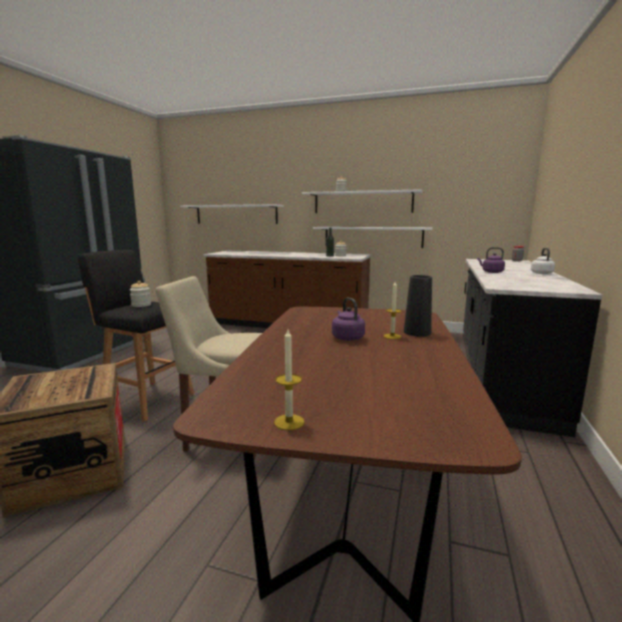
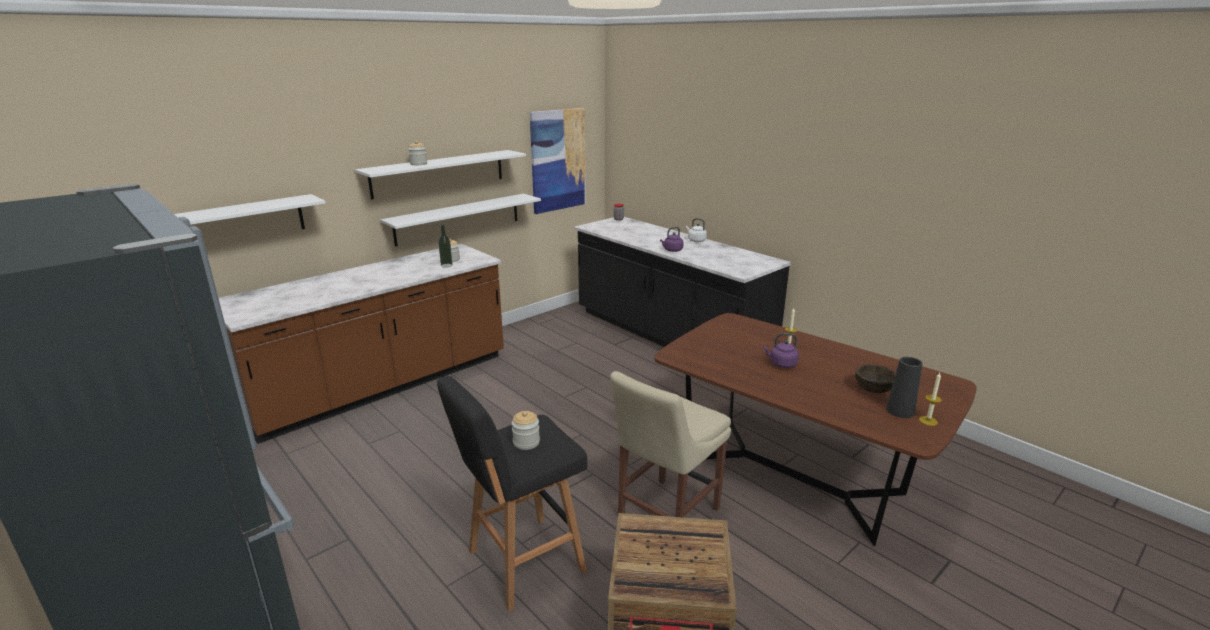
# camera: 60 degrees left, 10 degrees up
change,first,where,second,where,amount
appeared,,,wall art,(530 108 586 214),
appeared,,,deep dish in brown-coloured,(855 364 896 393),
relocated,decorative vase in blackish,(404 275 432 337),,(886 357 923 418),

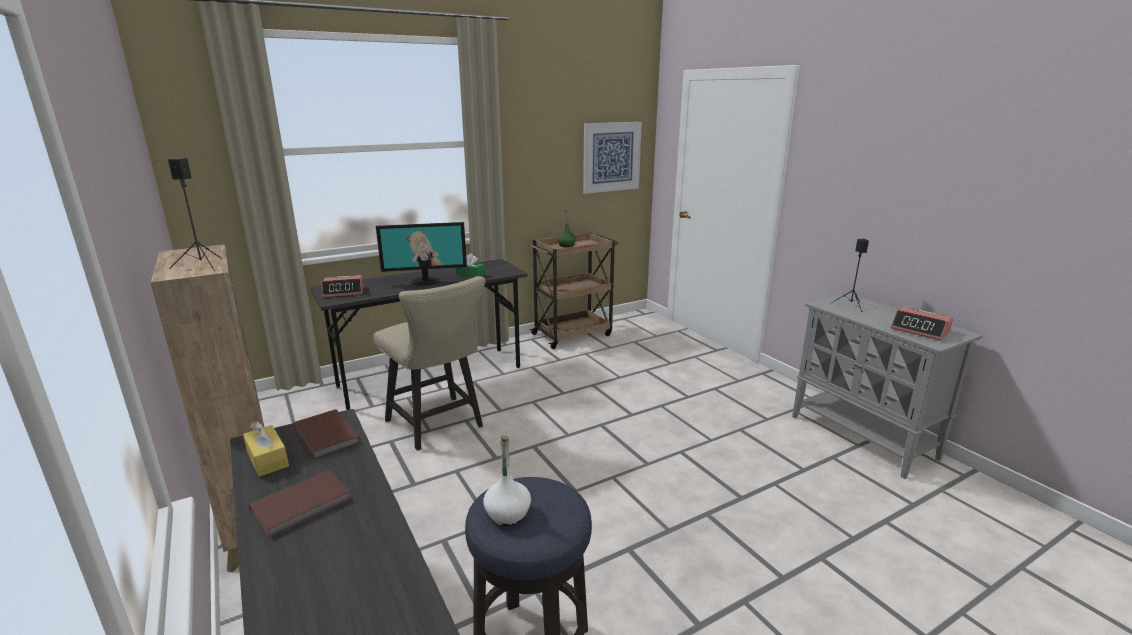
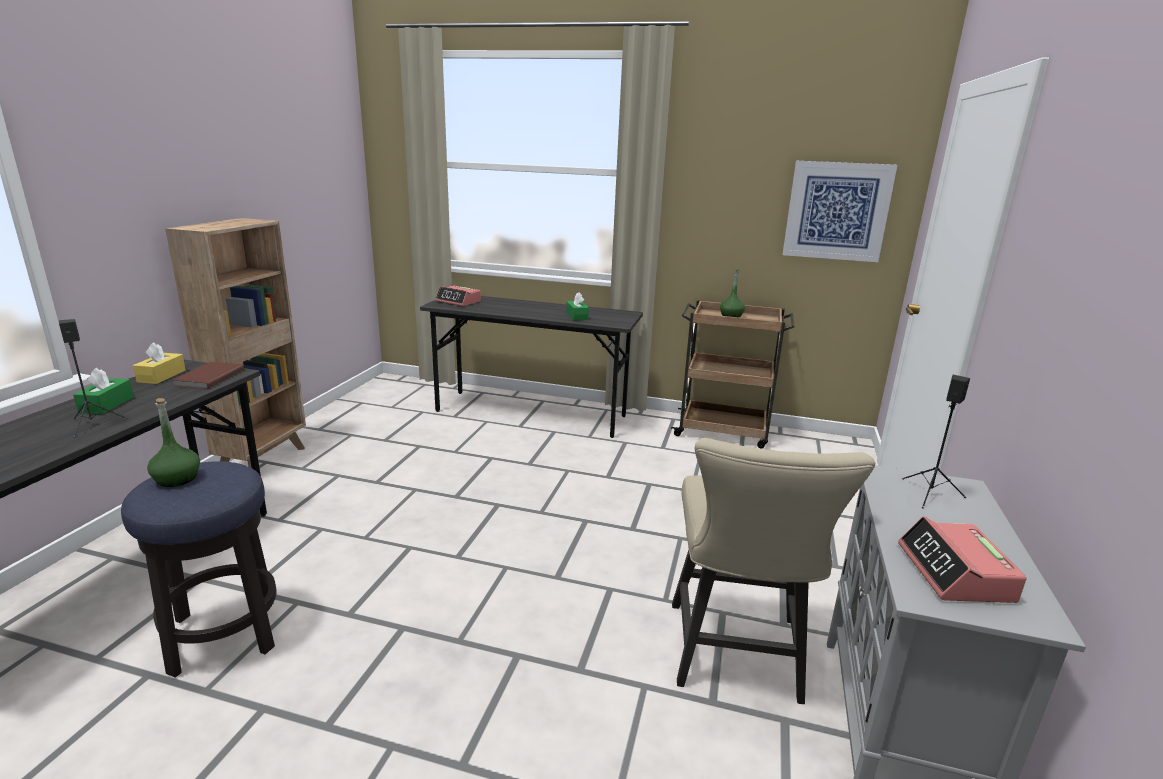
# camera: 45 degrees right, 0 degrees up
change,first,where,second,where,amount
missing,computer display,(376 222 467 286),,,
relocated,loudspeaker in blackish,(168 158 222 271),,(59 319 128 438),
relocated,chair in beige-coloured,(373 276 485 451),,(672 438 875 704),
exchanged,book in brown-coloured,(249 470 351 538),box of tissues in green-coloured,(73 368 134 415),
colour,drink bottle in white,(483 435 531 526),drink bottle in green-coloured,(147 398 200 487),

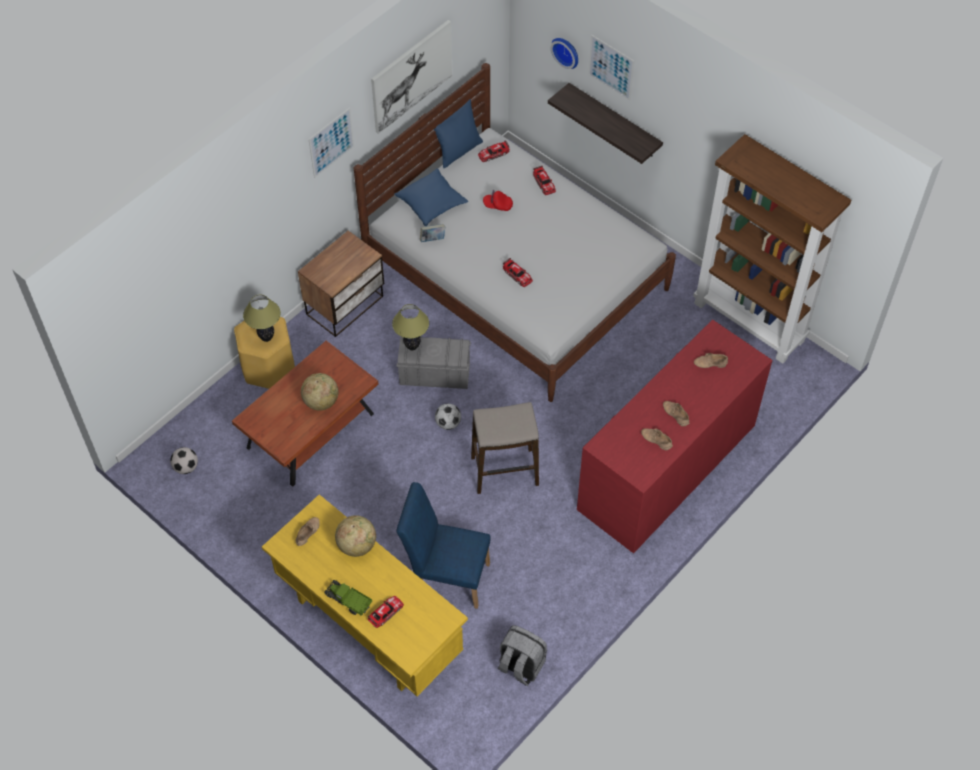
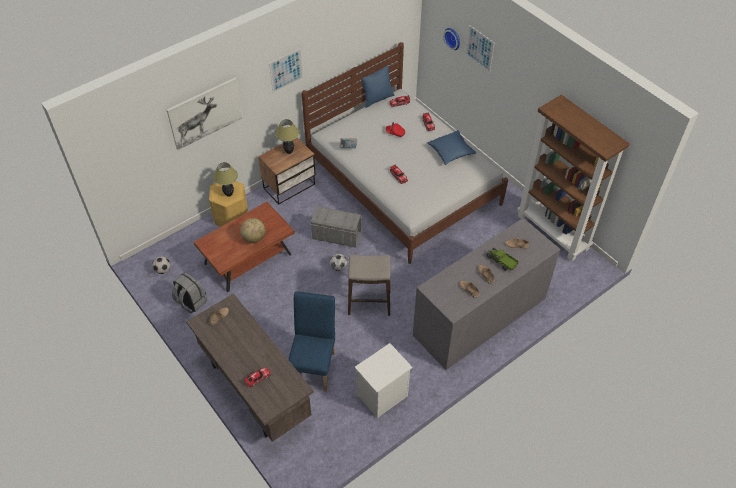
# camera: 10 degrees right, 5 degrees down
change,first,where,second,where,amount
missing,globe,(335 515 376 557),,,
missing,bracket shelf,(548 83 663 164),,,
appeared,,,nightstand in white,(355 343 413 418),
relocated,toy lorry,(324 580 372 616),,(486 248 519 271),
relocated,wall art,(371 20 453 134),,(167 78 243 150),
relocated,lamp for a table,(392 304 429 350),,(275 119 299 154),
relocated,cushion in blue-coloured,(394 168 468 226),,(427 130 476 165),
relocated,rucksack in grey,(498 625 547 686),,(172 272 207 313),
colour,desk in yellow-coloured,(262 494 468 696),desk in brown-coloured,(186 293 314 442),
colour,dresser in reddish,(577 320 772 553),dresser in grey,(413 218 560 370),
spun,chair in blue-coloured,(397 482 491 609),,(288 291 335 392),75 degrees clockwise

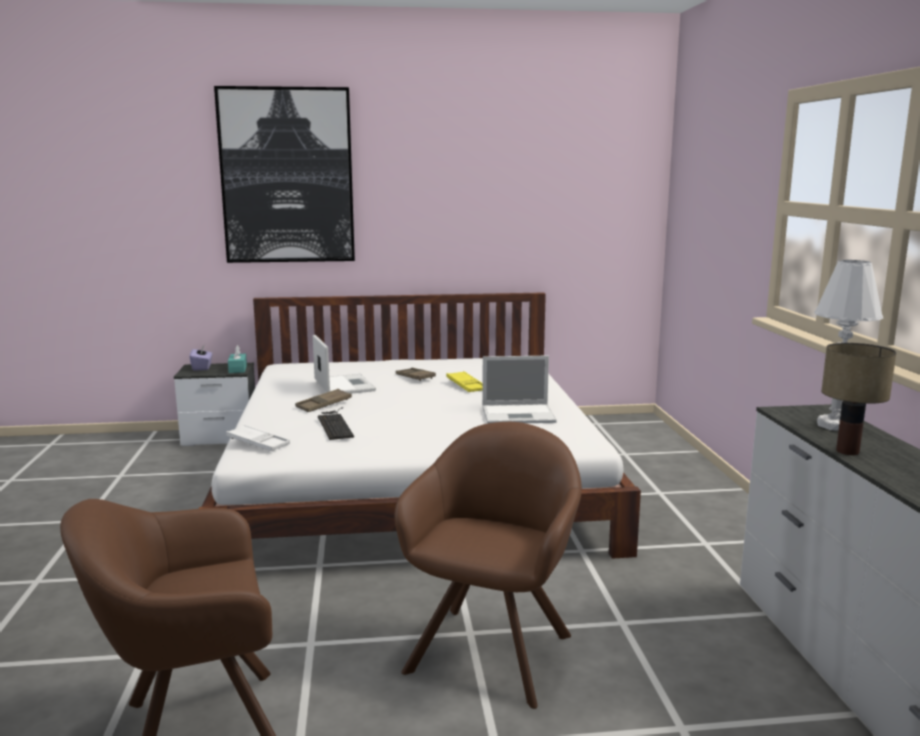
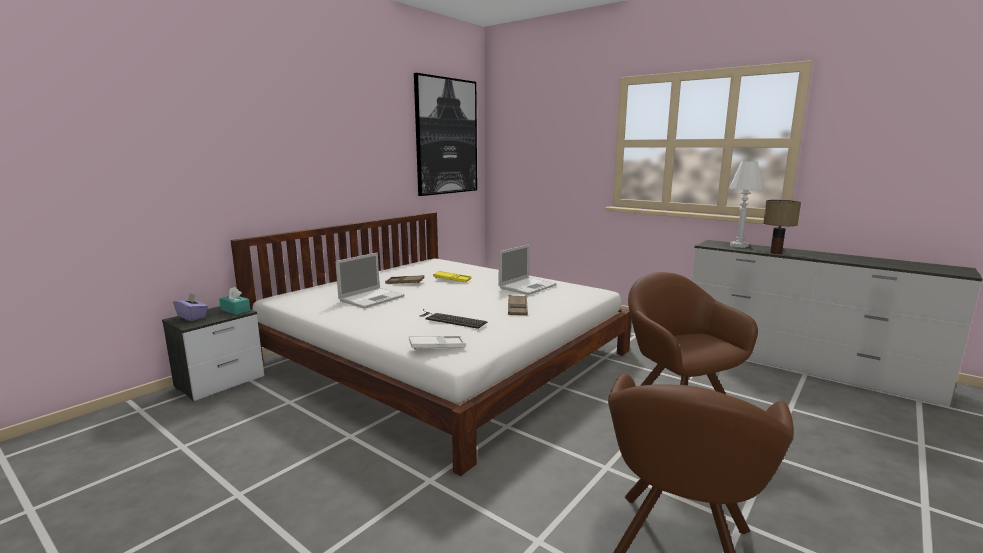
# camera: 45 degrees left, 0 degrees up
change,first,where,second,where,amount
relocated,wall art,(214 86 355 263),,(414 73 477 196),
relocated,serving tray in brown-coloured,(295 389 352 412),,(508 295 528 315),
spun,portable computer,(313 335 376 394),,(335 253 404 308),105 degrees clockwise

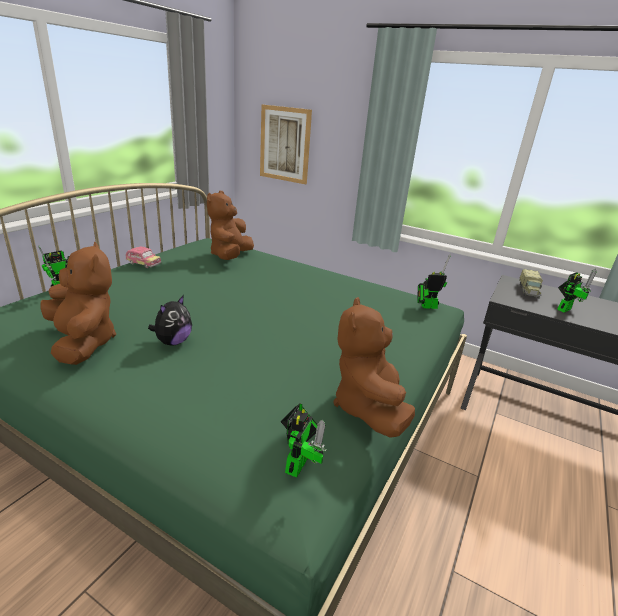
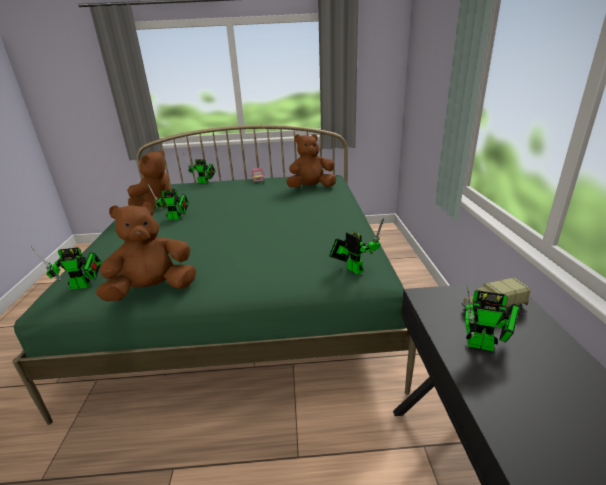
# camera: 60 degrees right, 0 degrees up
change,first,where,second,where,amount
missing,wall art,(260 105 312 184),,,
exchanged,plush toy,(148 295 192 345),toy robot,(147 183 189 220),

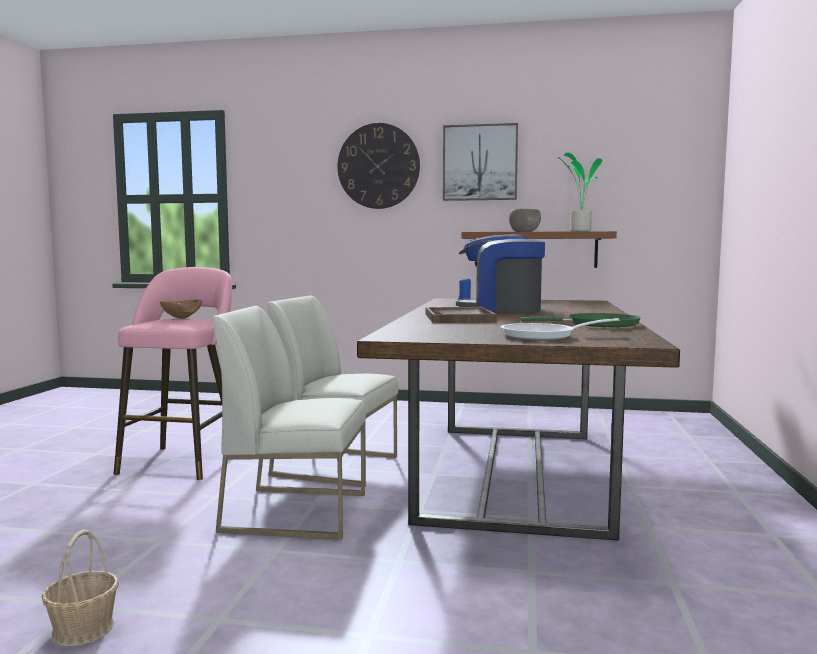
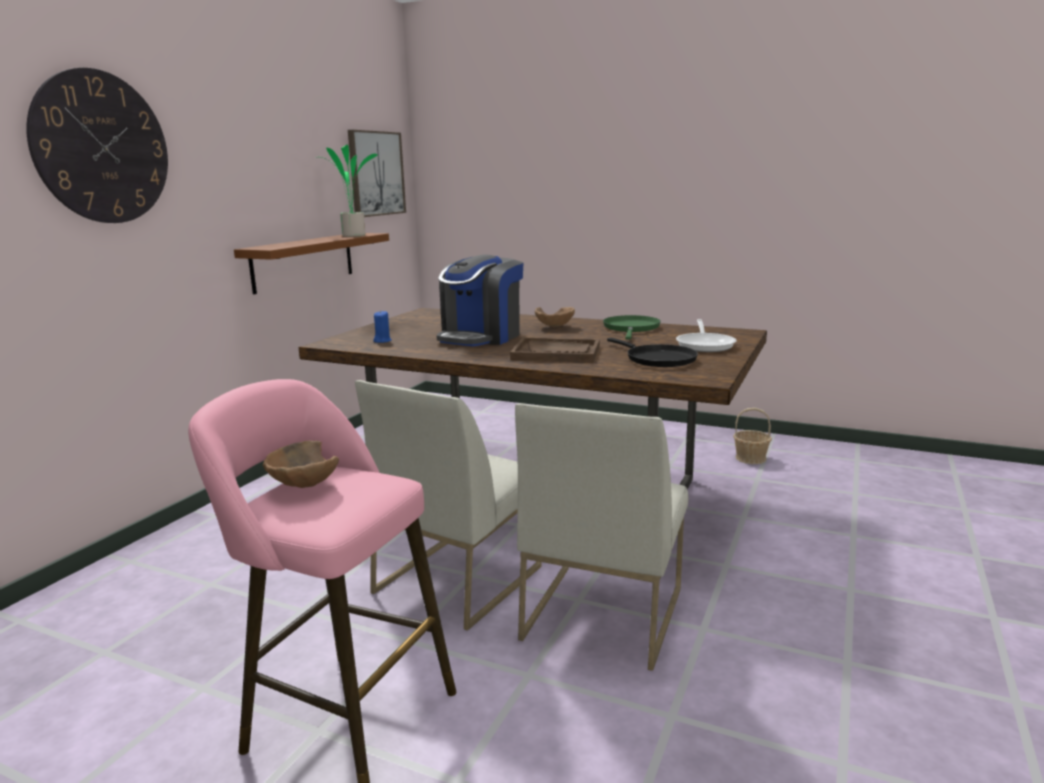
# camera: 75 degrees left, 10 degrees up
change,first,where,second,where,amount
missing,deep dish in grey,(509 209 541 232),,,
appeared,,,deep dish in brown-coloured,(535 307 575 327),
appeared,,,skillet in blackish,(607 338 698 367),
relocated,household basket,(42 529 119 646),,(733 408 772 464),
relocated,wall art,(443 123 518 201),,(348 130 406 217),

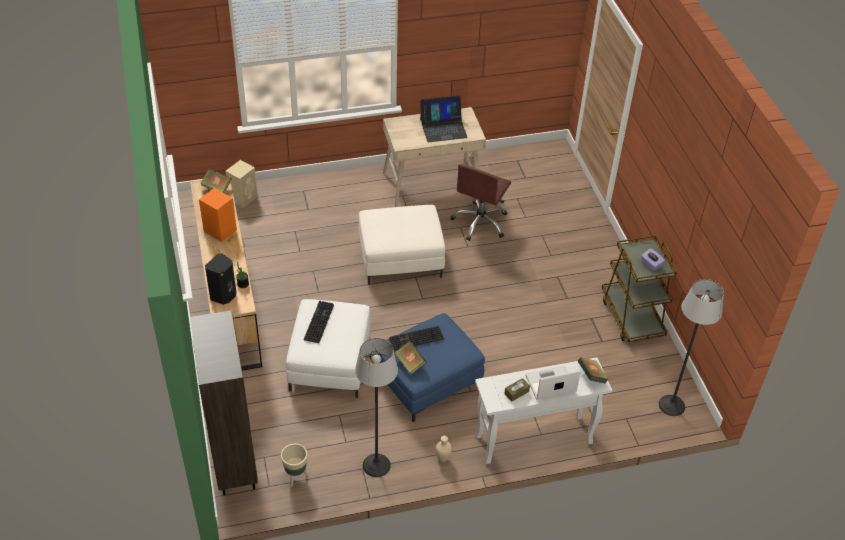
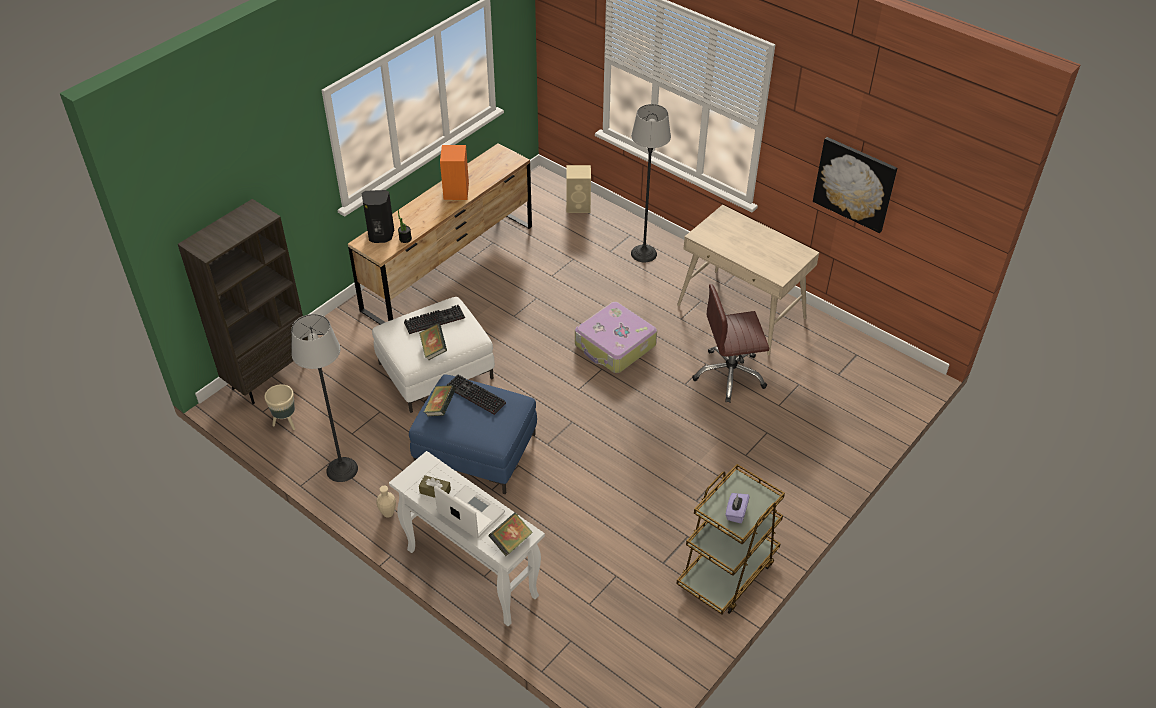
# camera: 55 degrees right, 0 degrees up
change,first,where,second,where,amount
missing,portable computer,(420 95 468 142),,,
appeared,,,wall art,(813 137 897 233),
relocated,book,(200 168 232 193),,(419 324 447 360),
relocated,floor lamp,(659 279 724 416),,(631 104 671 262),
exchanged,footrest in white,(359 205 445 285),piece of luggage,(575 302 657 373),

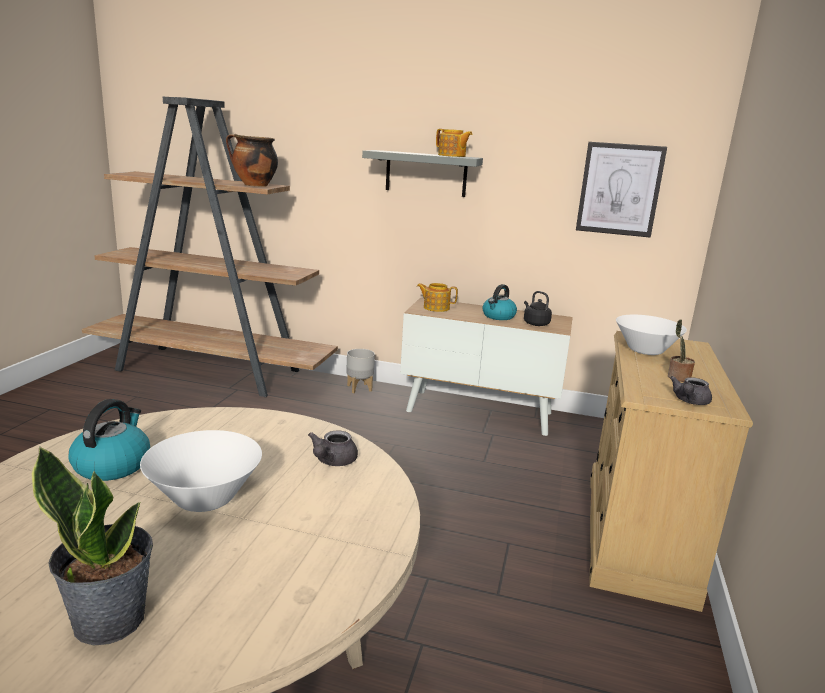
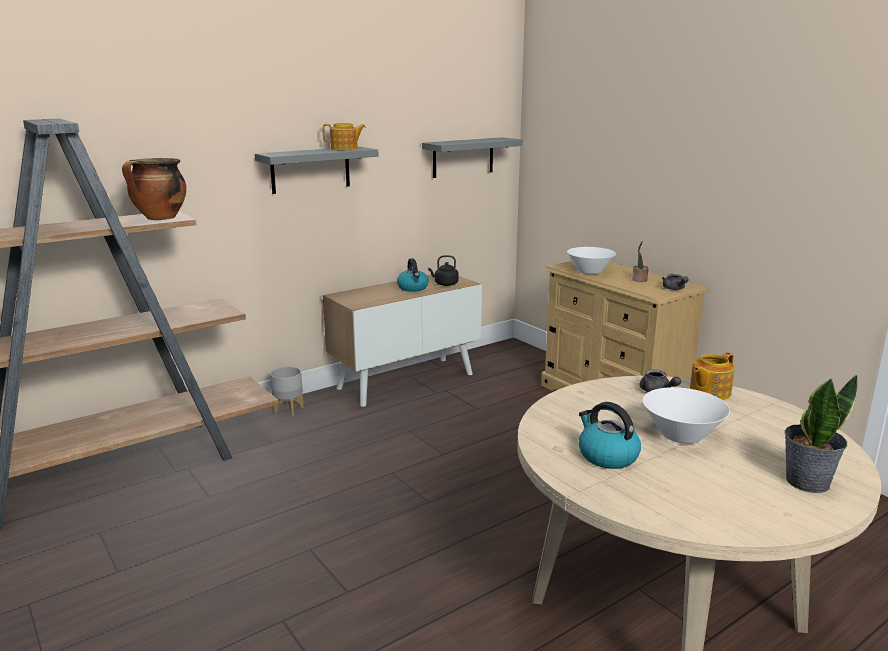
# camera: 50 degrees left, 0 degrees up
change,first,where,second,where,amount
relocated,tea pot,(417 283 458 312),,(690 352 735 400),
exchanged,wall art,(576 142 667 238),bracket shelf in grey,(422 137 523 178),

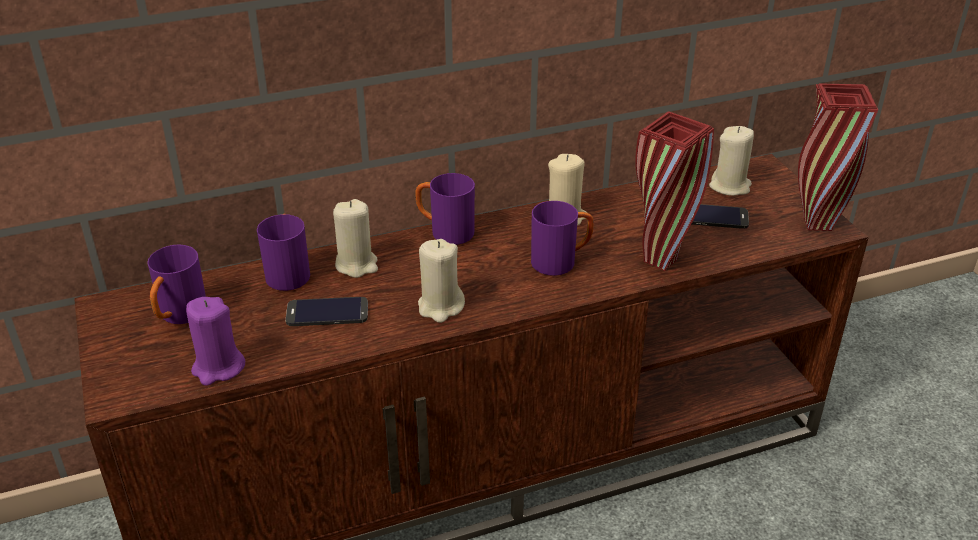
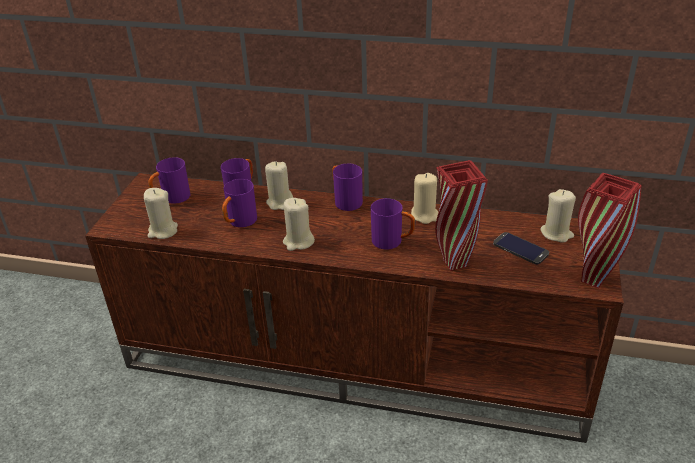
# camera: 35 degrees right, 0 degrees up
change,first,where,second,where,amount
exchanged,telephone,(286 297 368 326),coffee mug in purplish,(222 179 257 227),
colour,wax light in purplish,(186 297 245 386),wax light in beige-coloured,(144 188 178 239),

